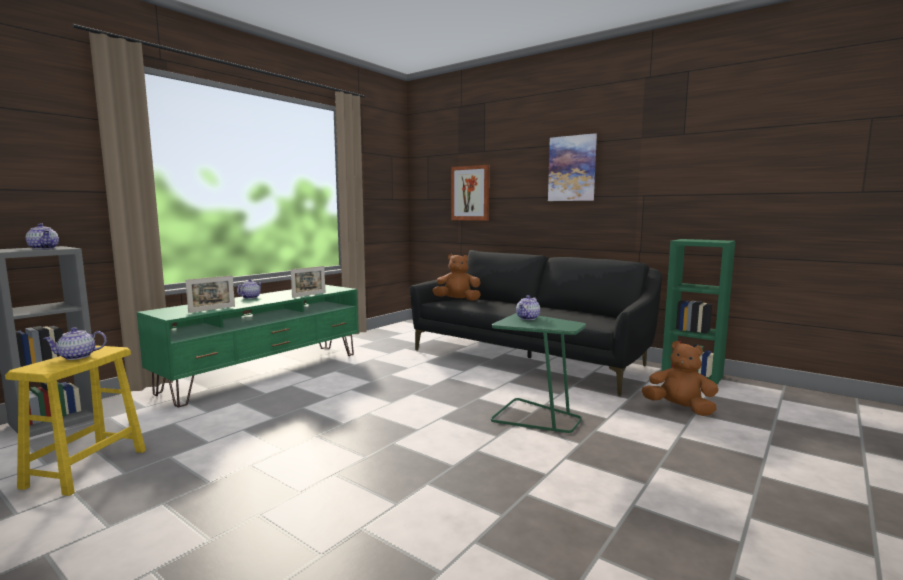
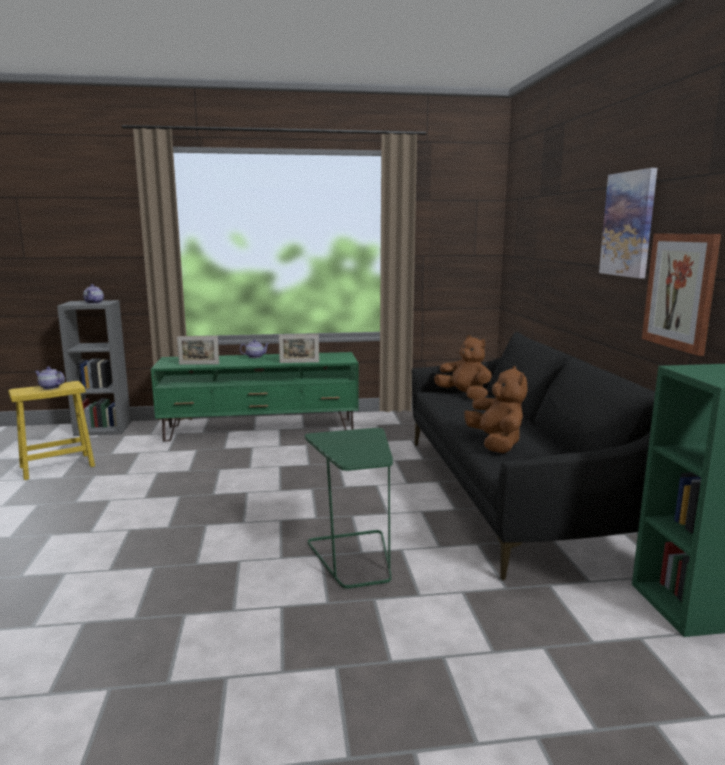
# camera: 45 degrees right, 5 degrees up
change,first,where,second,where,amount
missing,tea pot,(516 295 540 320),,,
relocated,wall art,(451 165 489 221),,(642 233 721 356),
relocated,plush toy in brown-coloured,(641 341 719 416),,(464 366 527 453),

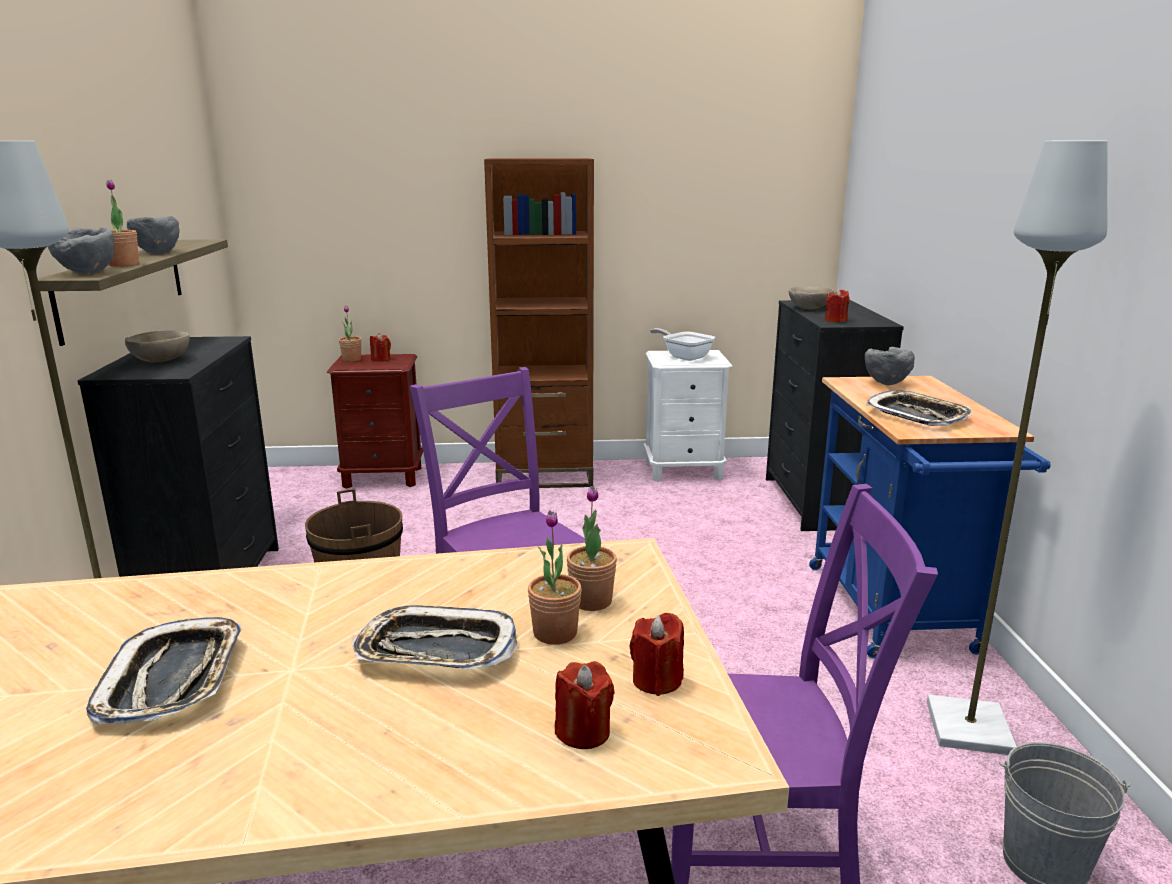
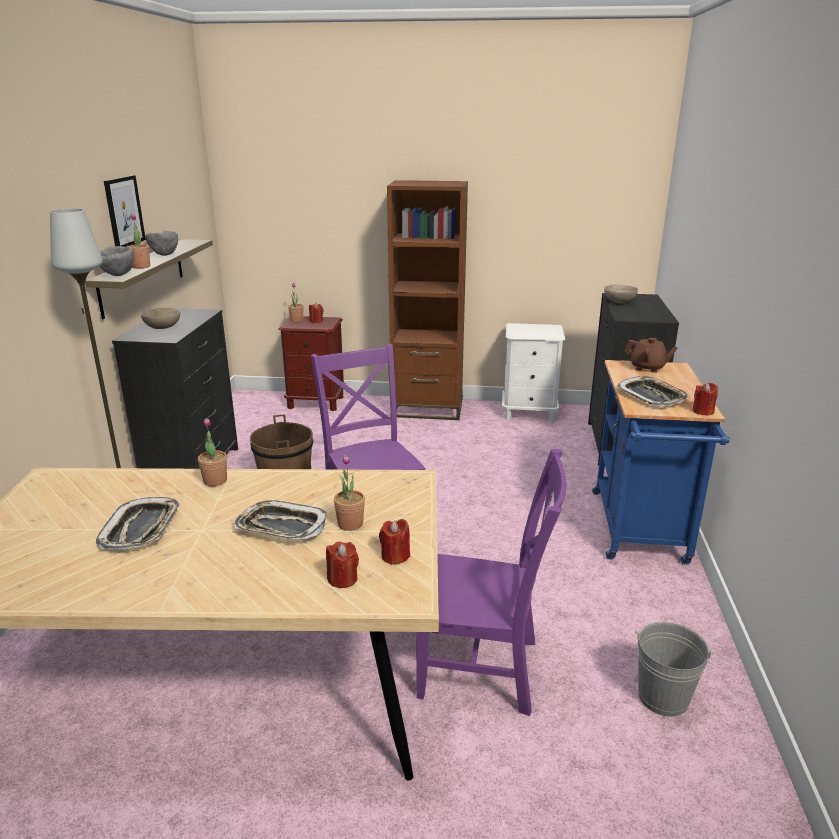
# camera: 10 degrees right, 5 degrees up
change,first,where,second,where,amount
missing,skillet,(650 328 715 361),,,
missing,floor lamp in grey,(927 141 1108 755),,,
appeared,,,wall art,(104 175 146 247),
relocated,houseplant,(567 486 617 611),,(198 418 227 486),
relocated,wax light in reddish,(825 288 850 322),,(692 383 718 416),
exchanged,deep dish in grey,(865 347 915 385),tea pot in brown-coloured,(625 338 678 373),

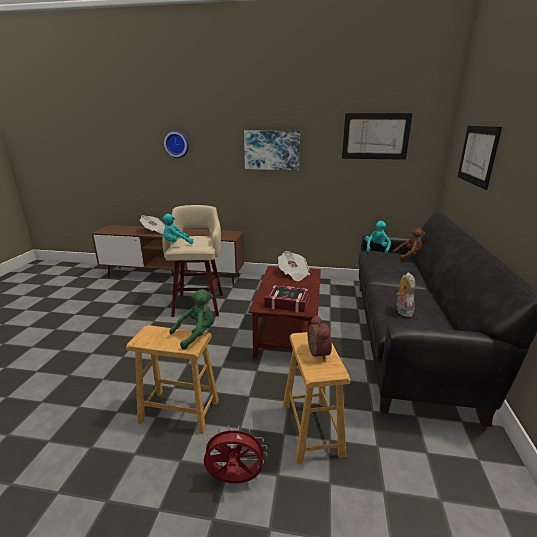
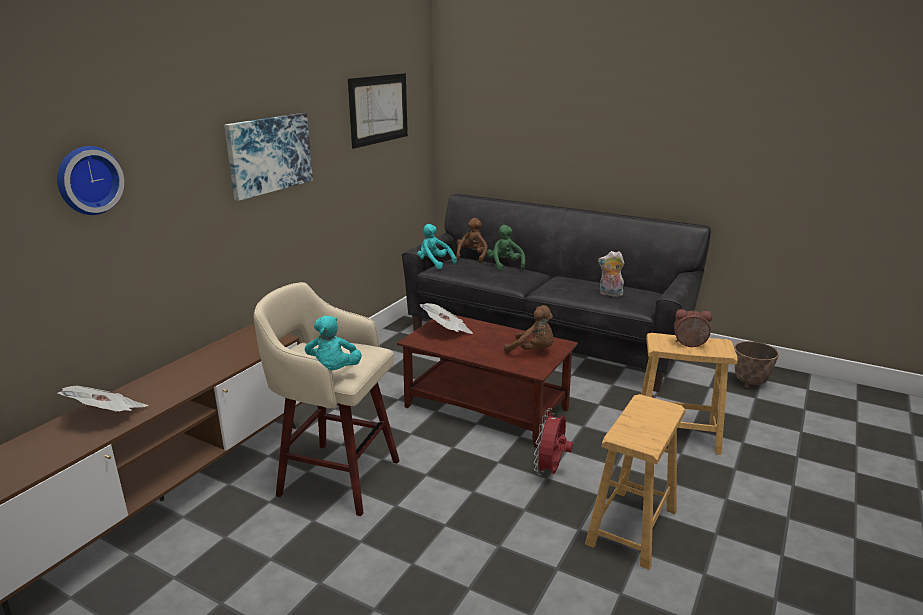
# camera: 70 degrees left, 0 degrees up
change,first,where,second,where,amount
missing,wall art,(457 126 502 190),,,
appeared,,,plant pot,(734 341 779 388),
relocated,plush toy in green-coloured,(169 289 214 350),,(487 225 525 271),
relocated,fan in reddish,(202 425 267 483),,(534 408 573 475),
exchanged,book,(265 284 310 312),plush toy in brown-coloured,(504 305 553 353),

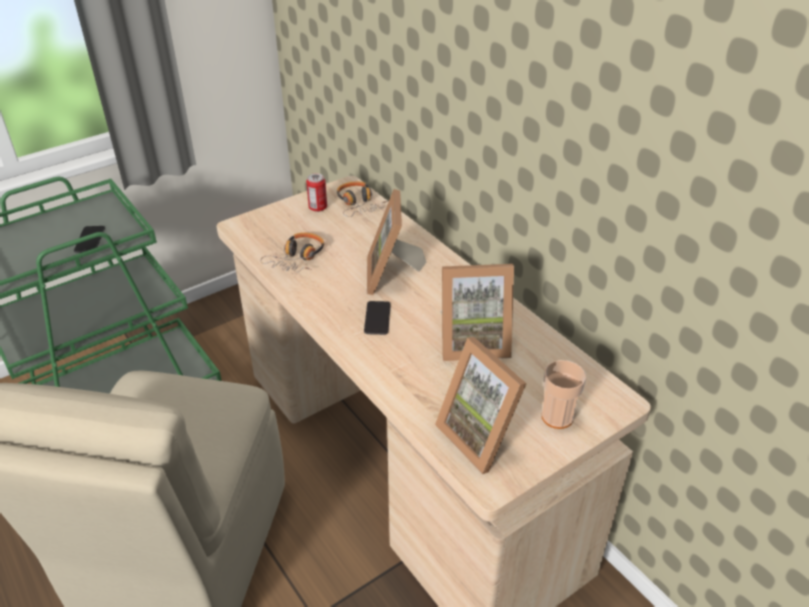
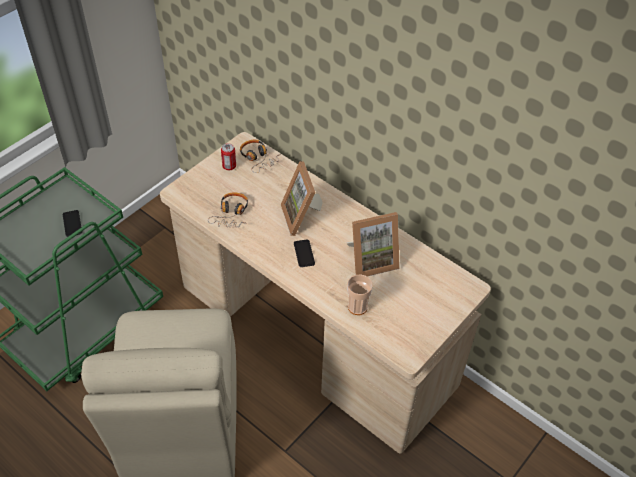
# camera: 15 degrees left, 10 degrees up
change,first,where,second,where,amount
missing,photo frame,(435 337 527 474),,,
relocated,cup,(542 360 586 429),,(347 274 373 315),

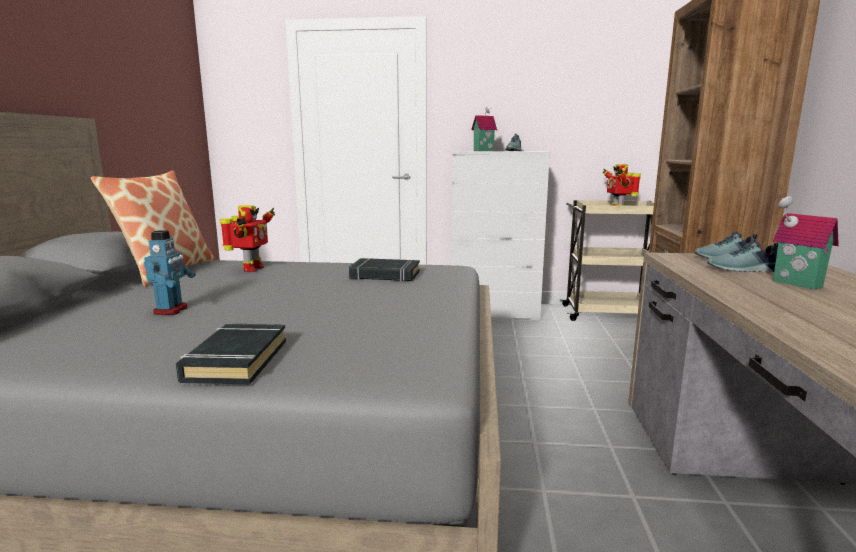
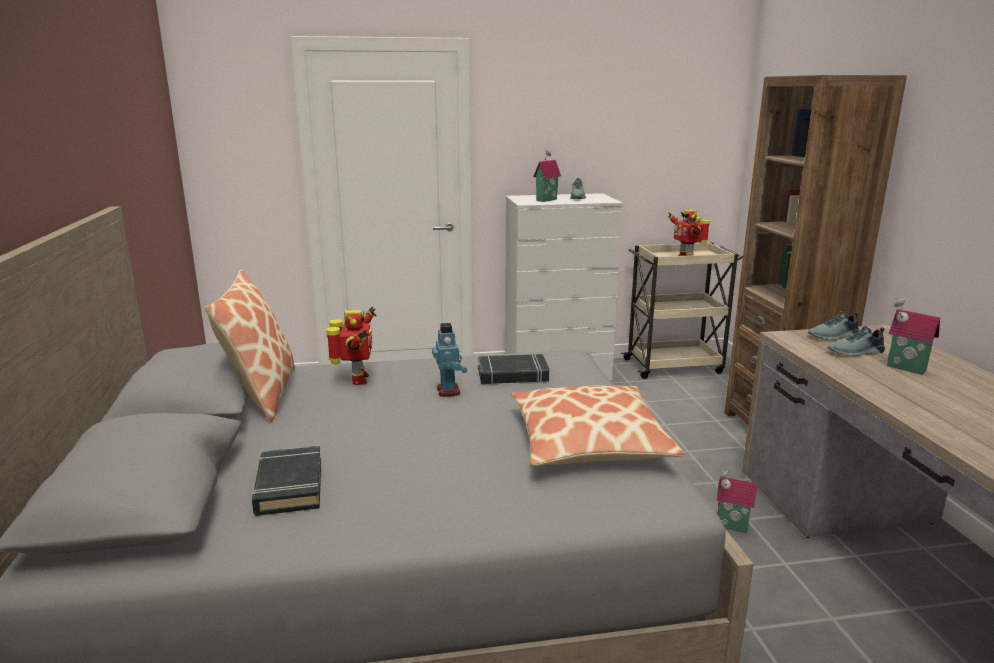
# camera: 15 degrees left, 5 degrees up
change,first,where,second,where,amount
appeared,,,cushion,(511 385 684 466),
appeared,,,miniature house,(716 469 757 533),
relocated,toy robot,(144 230 196 315),,(432 323 467 397),
relocated,book in blackish,(176 324 286 384),,(252 446 321 516),

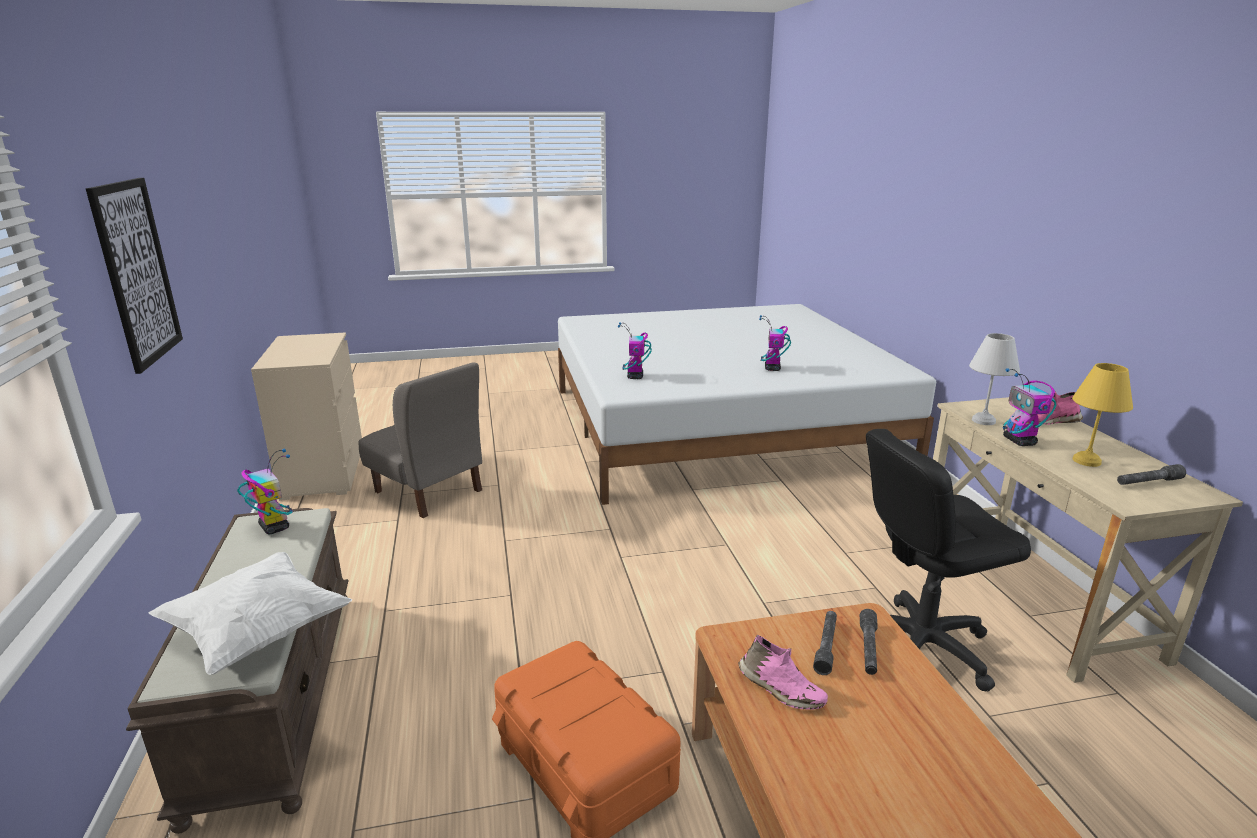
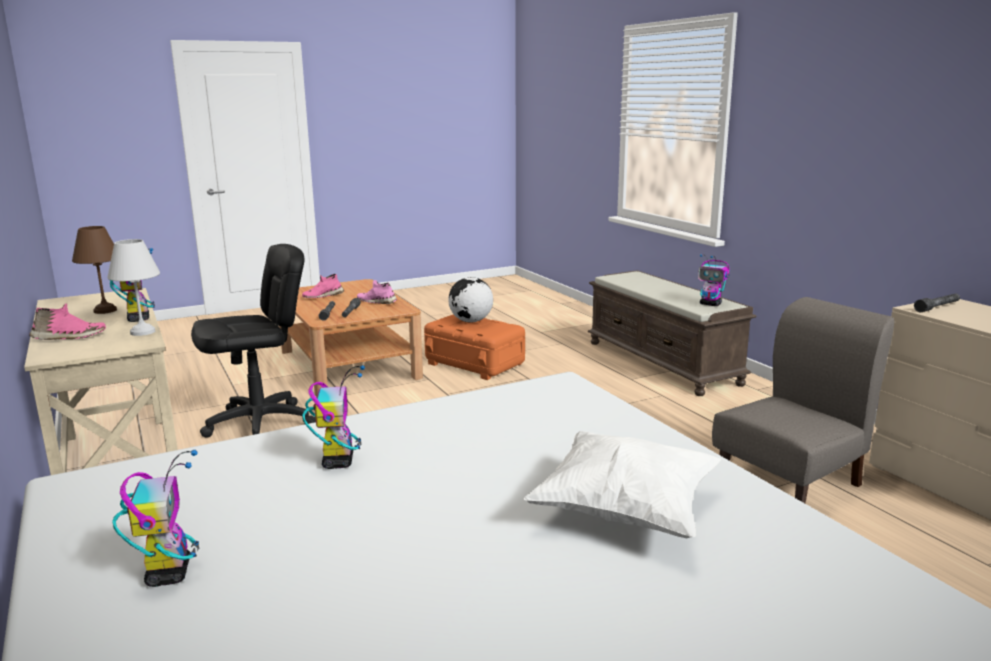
# camera: 165 degrees right, 5 degrees down
change,first,where,second,where,amount
missing,wall art,(86 178 183 374),,,
appeared,,,low shoe in pinkish,(302 274 344 298),
appeared,,,globe,(448 277 493 323),
relocated,cushion in white,(149 552 352 675),,(524 431 721 538),
relocated,toy robot,(618 322 652 379),,(112 450 199 587),
relocated,torch in grey,(1117 464 1186 485),,(914 294 960 312),
colour,lamp for a table in yellow-coloured,(1072 363 1133 467),lamp for a table in brown-coloured,(72 226 117 314),
spun,chair in grey,(359 362 482 518),,(712 297 894 503),120 degrees clockwise

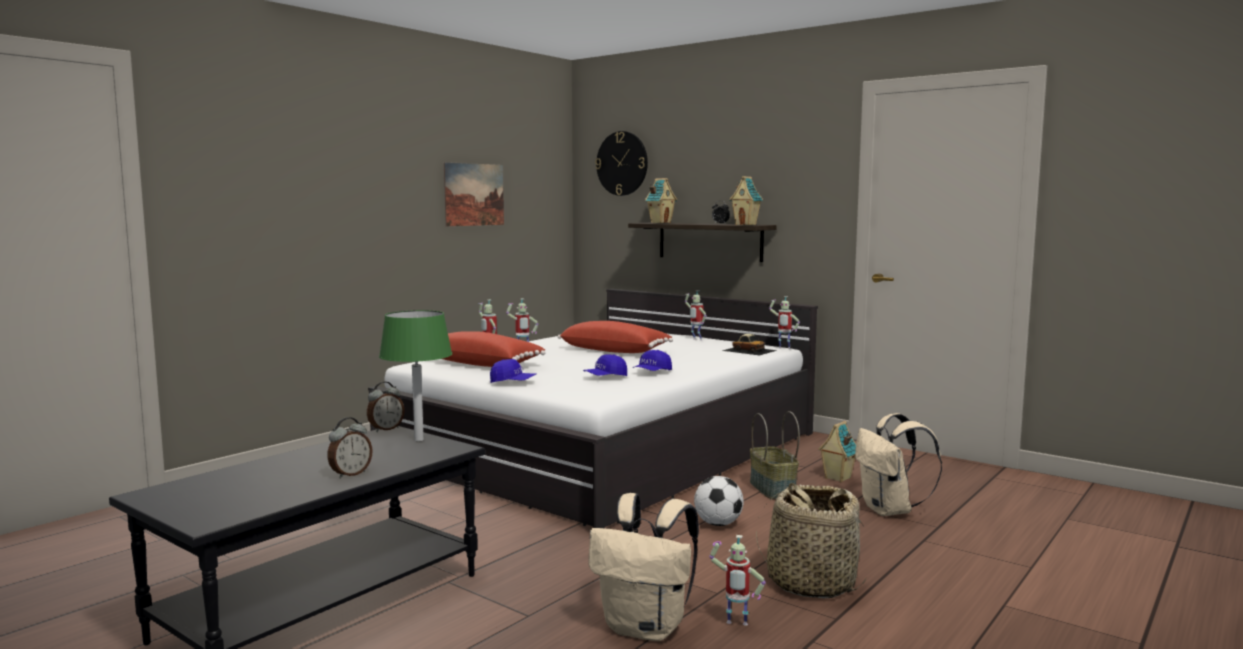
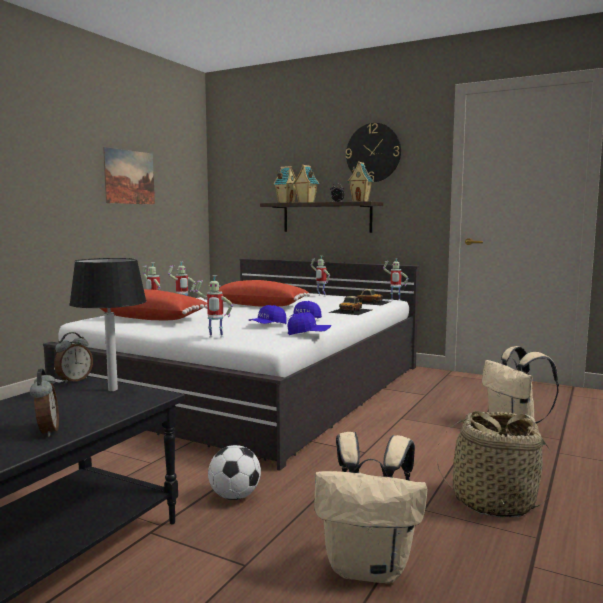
# camera: 10 degrees left, 0 degrees up
change,first,where,second,where,amount
missing,household basket,(750 411 800 500),,,
appeared,,,model car,(328 296 372 315),
relocated,peaked cap in blue-coloured,(490 359 536 383),,(288 312 332 335),
relocated,hanging clock,(595 131 648 196),,(346 123 401 182),
relocated,football ball,(694 476 744 526),,(208 445 261 500),
relocated,toy robot,(709 535 766 626),,(195 276 233 337),
relocated,miniature house,(818 421 856 482),,(293 165 319 203),
colour,lamp for a table in green-coloured,(379 310 452 442),lamp for a table in blackish,(69 258 147 391),
spun,alarm clock,(327 417 372 479),,(30 369 59 437),45 degrees counterclockwise

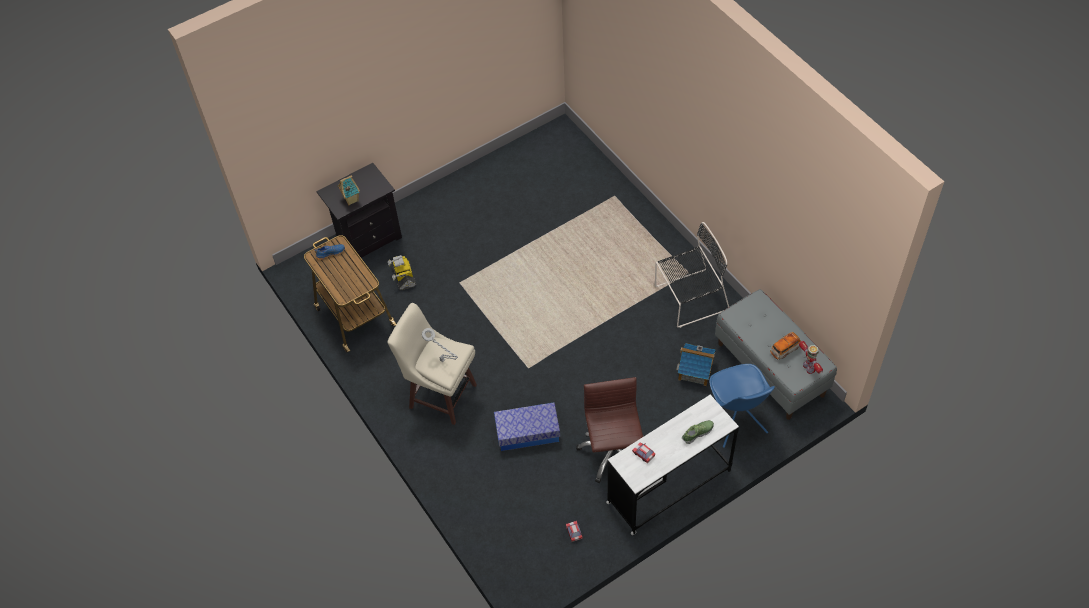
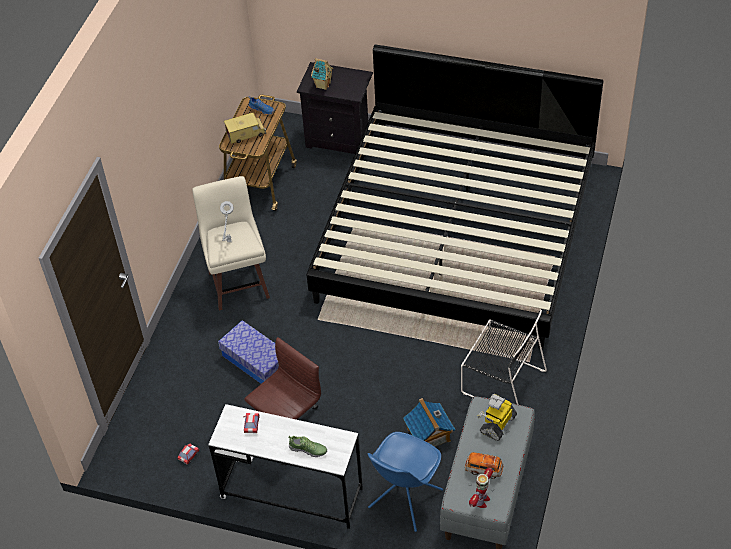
# camera: 50 degrees right, 5 degrees down
change,first,where,second,where,amount
appeared,,,toy lorry,(224 113 266 144),
appeared,,,bedroom bed,(307 44 603 348),
relocated,toy robot,(388 255 416 290),,(478 394 517 441),

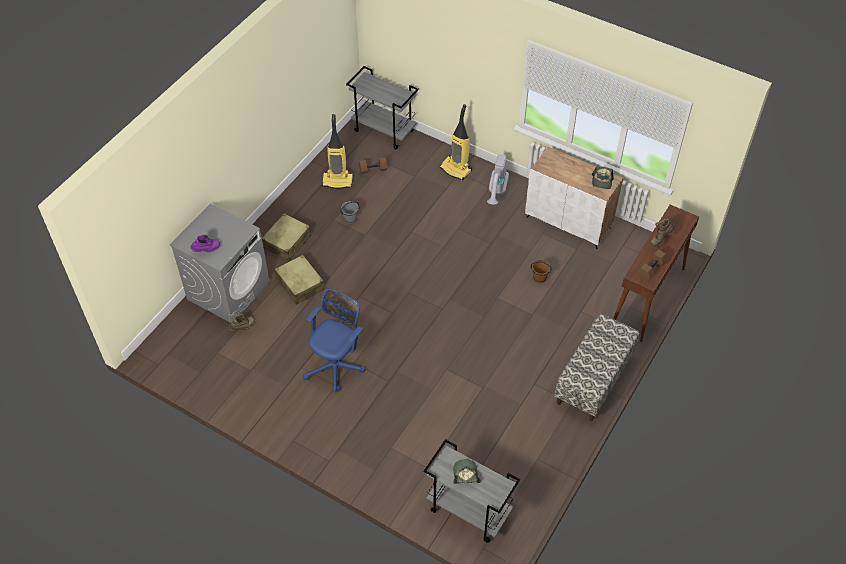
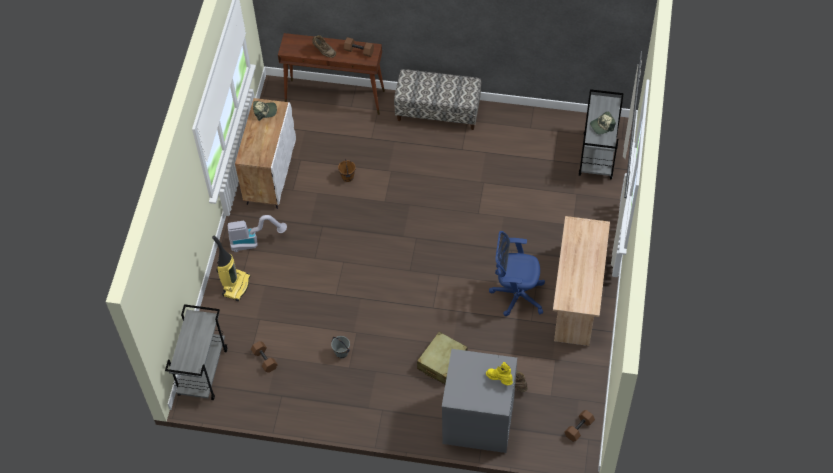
# camera: 110 degrees left, 5 degrees up
change,first,where,second,where,amount
missing,piece of luggage in beige-coloured,(262 213 311 261),,,
missing,vacuum cleaner,(322 114 353 189),,,
appeared,,,desk in beige-coloured,(553 216 610 346),
appeared,,,free weight in brown-coloured,(565 410 595 442),
colour,tall boot in purplish,(191 234 221 252),tall boot in yellow-coloured,(486 362 513 385),

